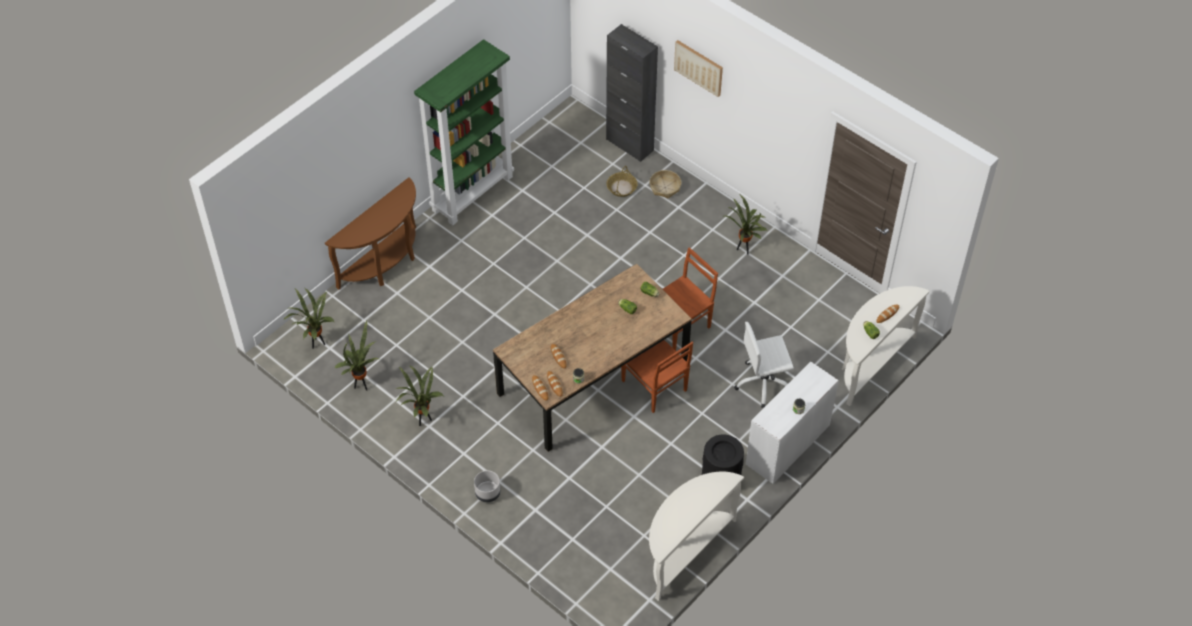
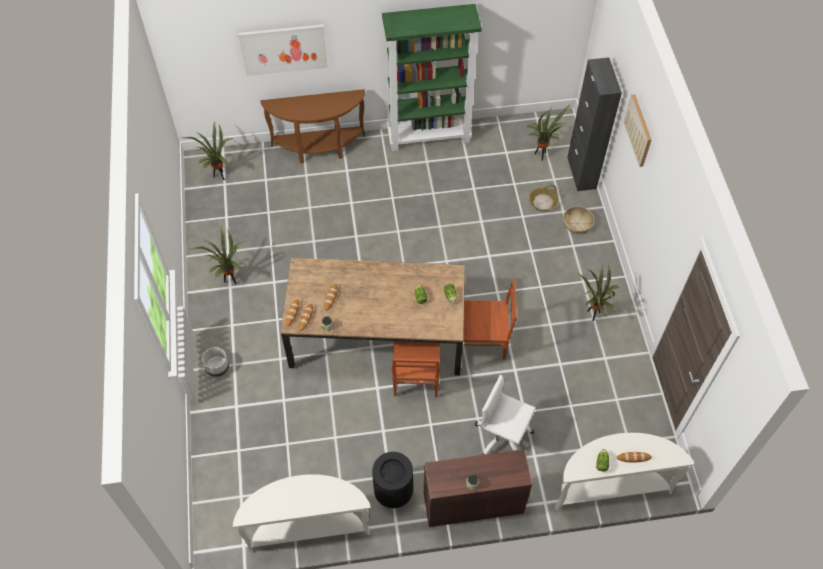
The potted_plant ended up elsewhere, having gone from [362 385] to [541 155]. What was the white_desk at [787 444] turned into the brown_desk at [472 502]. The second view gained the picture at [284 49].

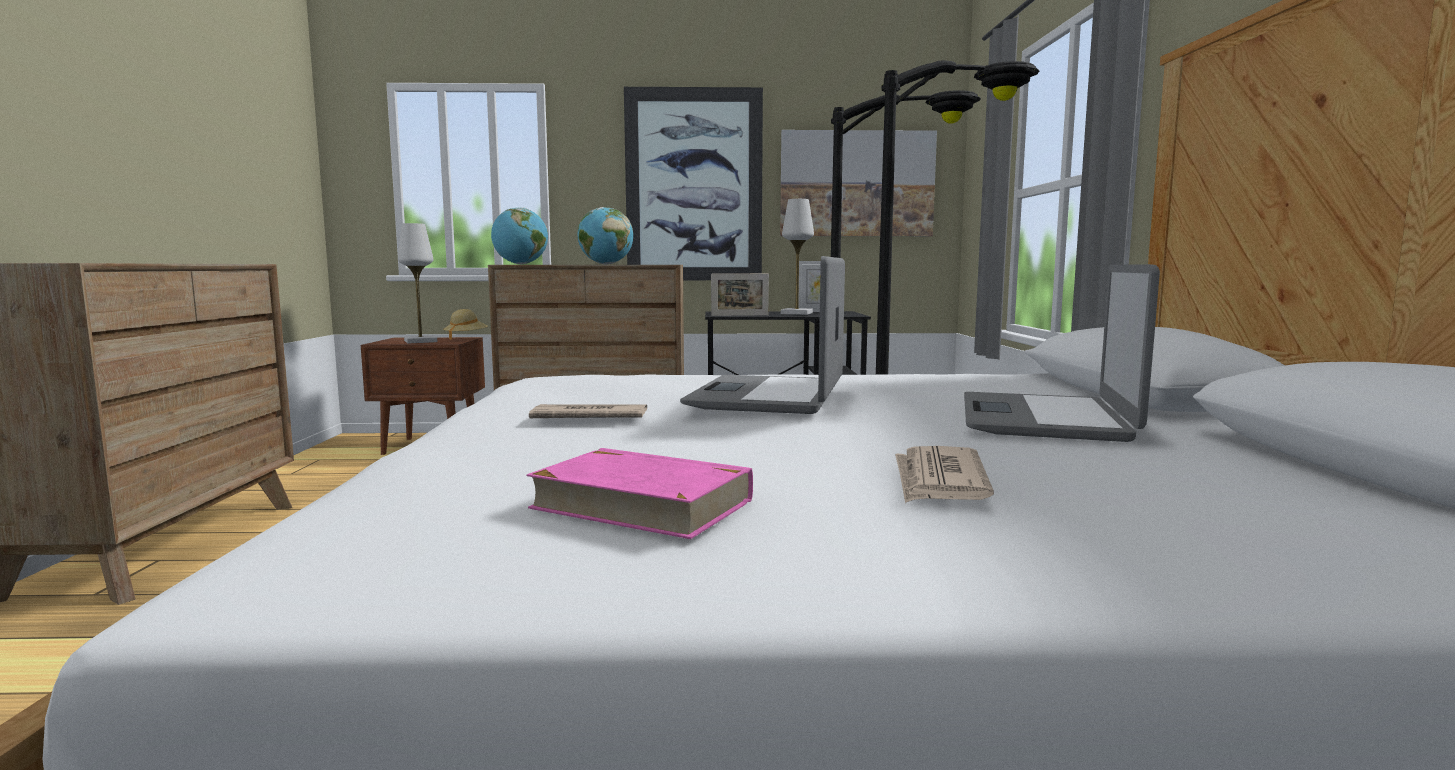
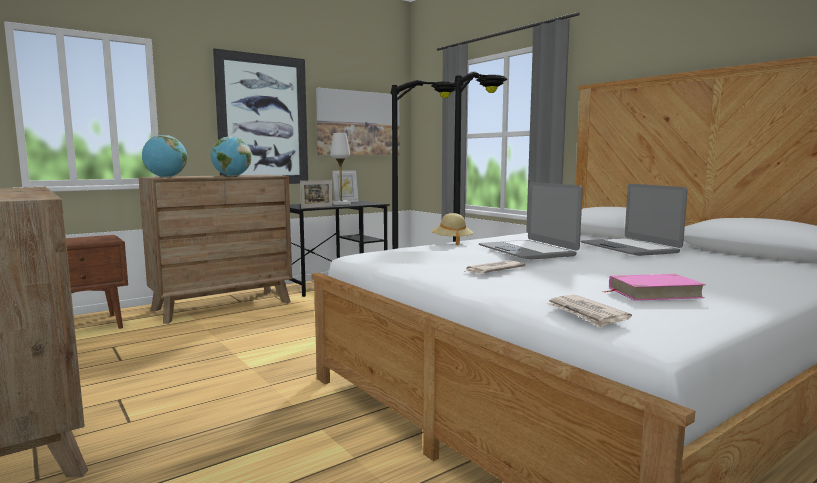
The second view lost the white_table_lamp at [421 341]. The beige_hat ended up elsewhere, having gone from [466 338] to [452 242]. The newspaper ended up elsewhere, having gone from [938 481] to [586 314].

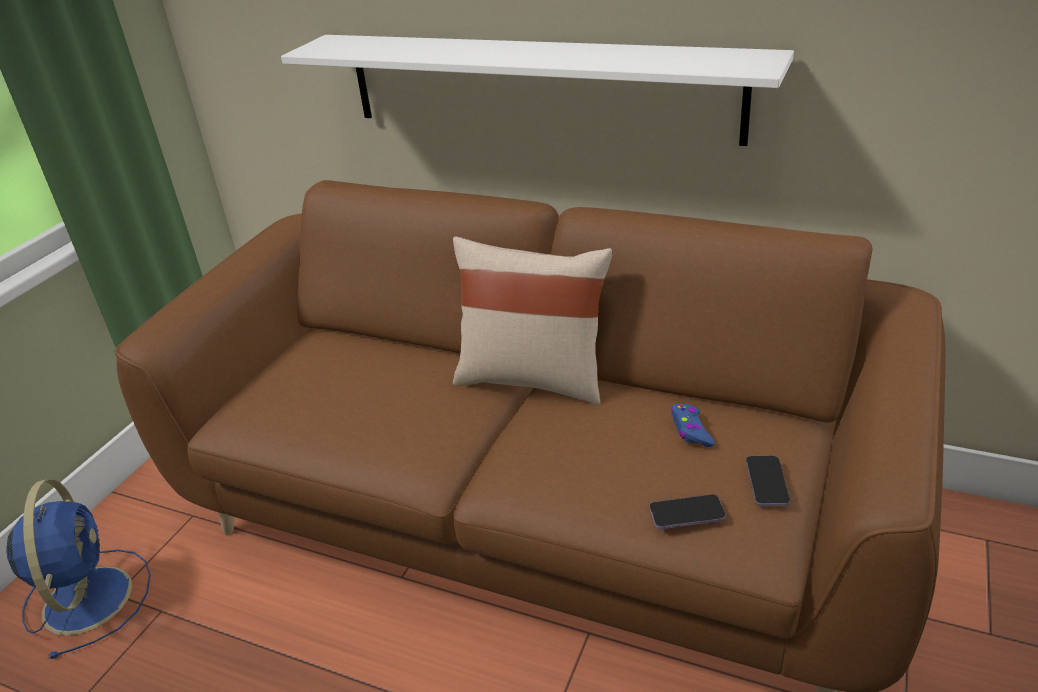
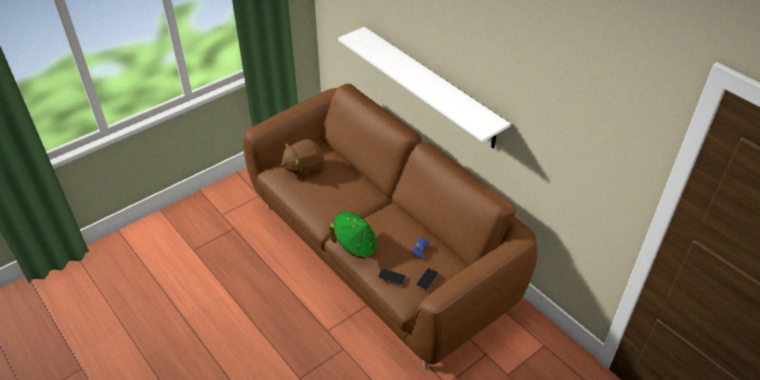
The second view lost the beige_pillow at [533 378]. The second view lost the blue_fan at [88 596]. The second view gained the brown_plush_toy at [303 168]. The second view gained the green_hat at [355 245].

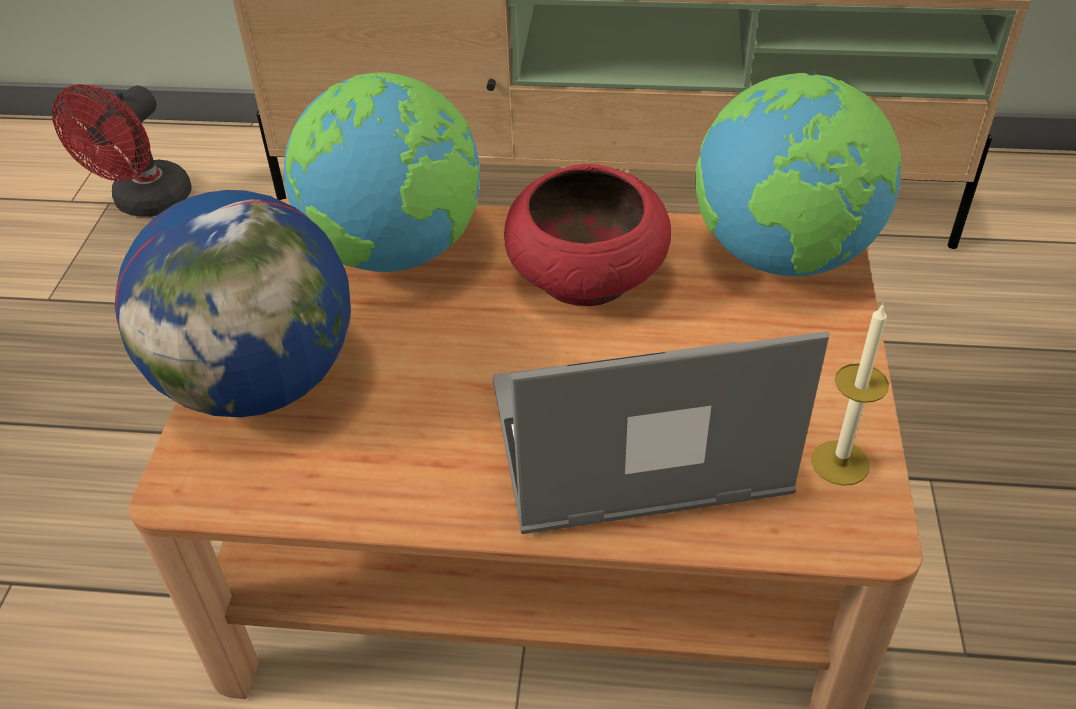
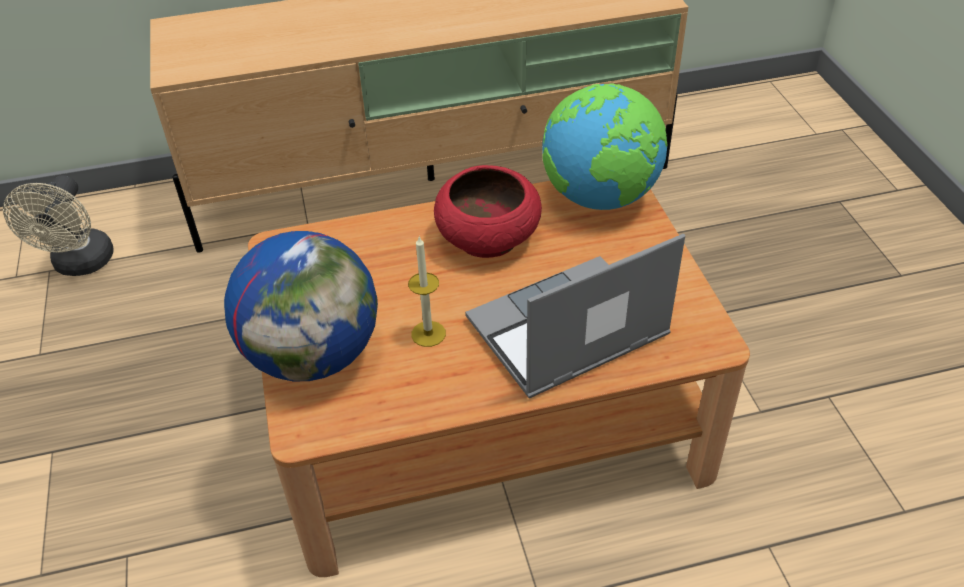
The second view lost the globe at [396 251]. What was the red_fan at [146 204] turned into the beige_fan at [81 265]. The candle ended up elsewhere, having gone from [840 463] to [428 334].

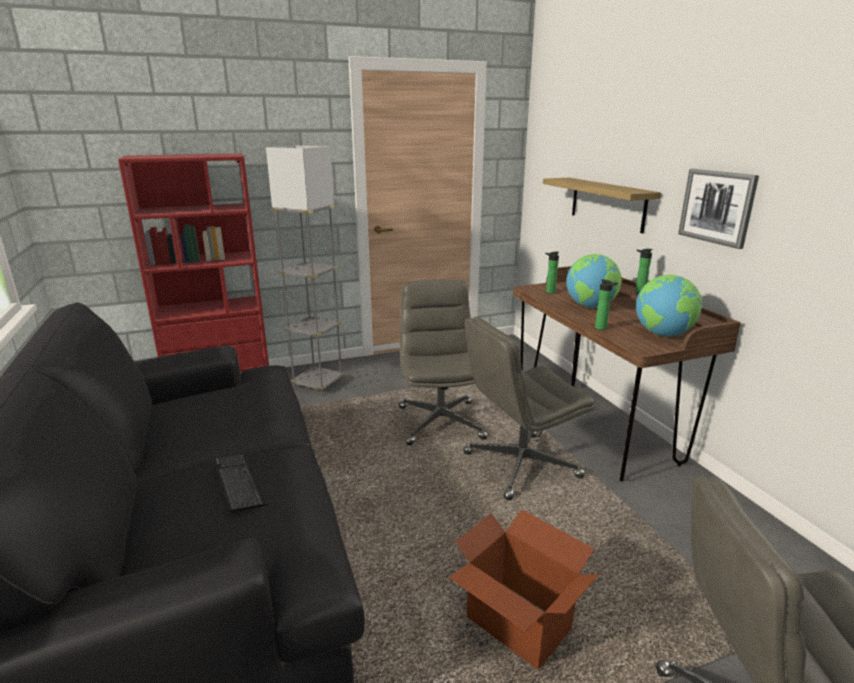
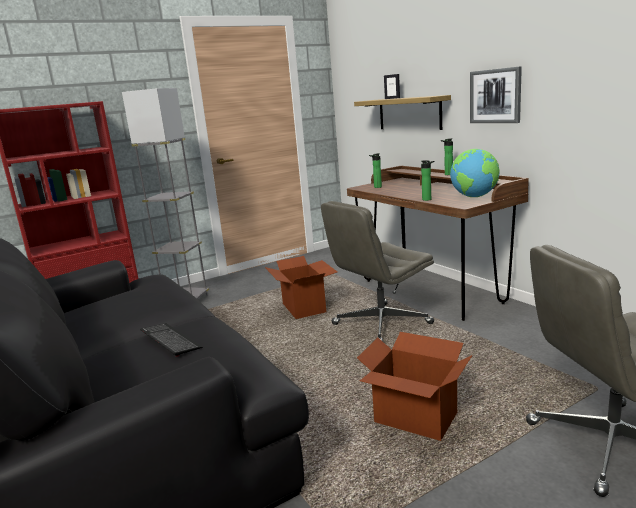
The second view lost the globe at [590 306]. Where the grey_office_chair stood at [440 422], the cardboard_box came to stand at [304 308]. The second view gained the picture_frame at [392 98].

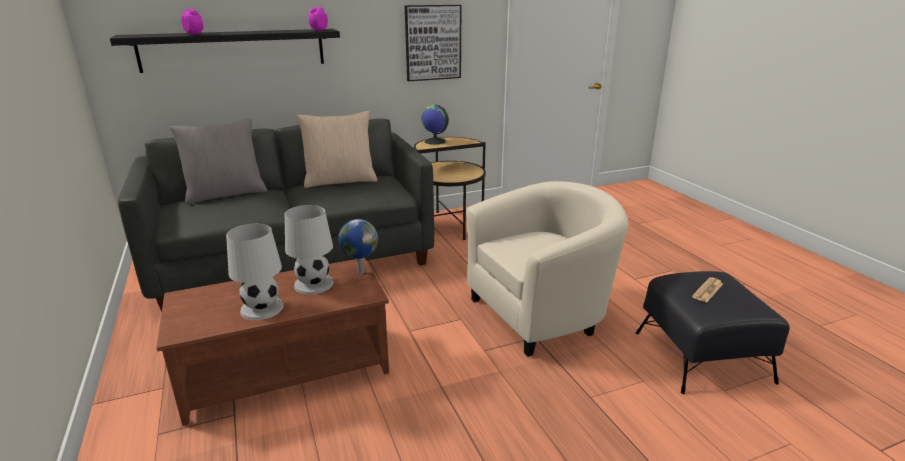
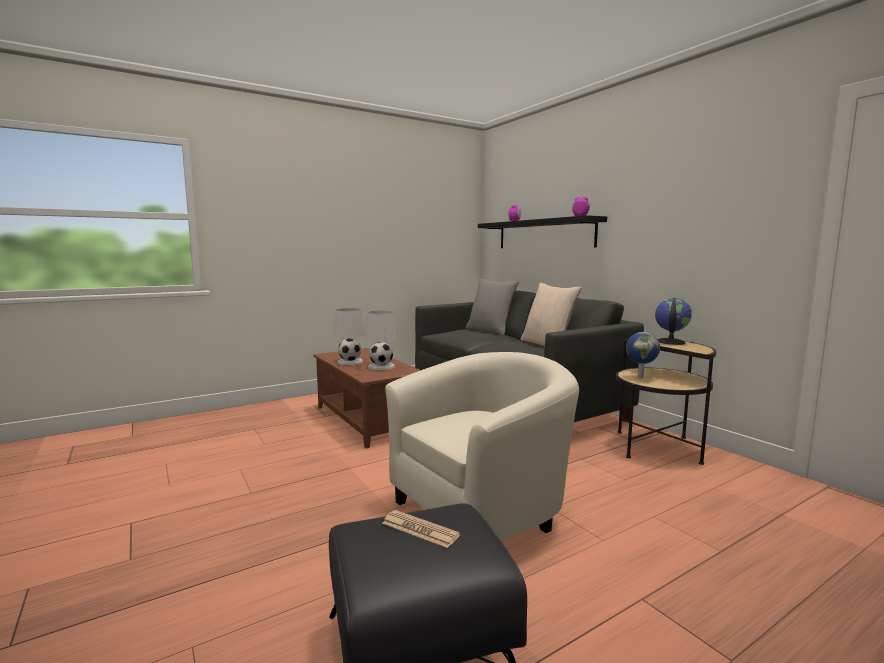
The second view lost the picture at [433 43]. The beige_armchair at [541 313] ended up facing another way, 90 degrees counterclockwise from before. The globe ended up elsewhere, having gone from [360 272] to [640 377].

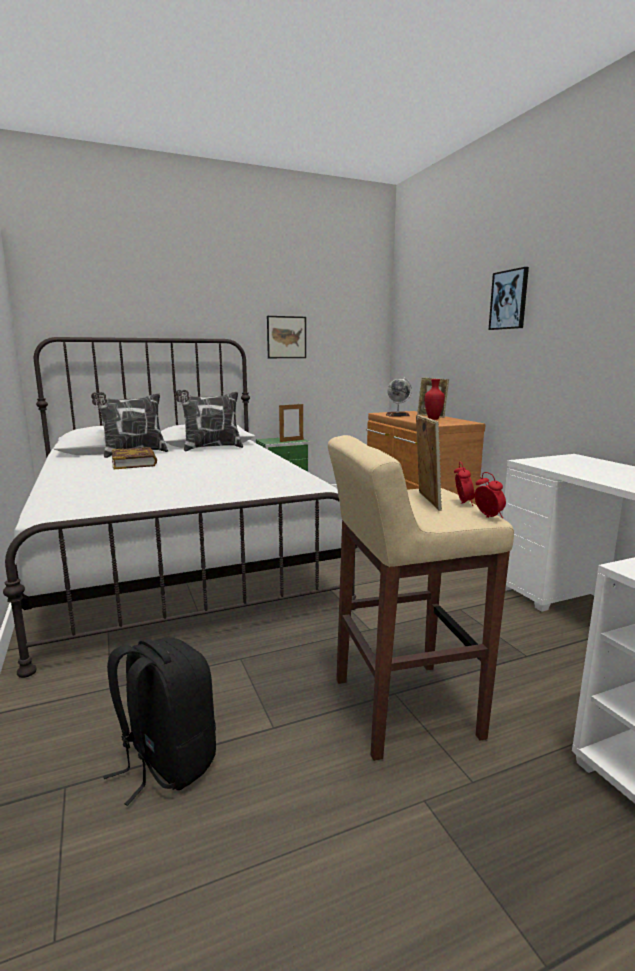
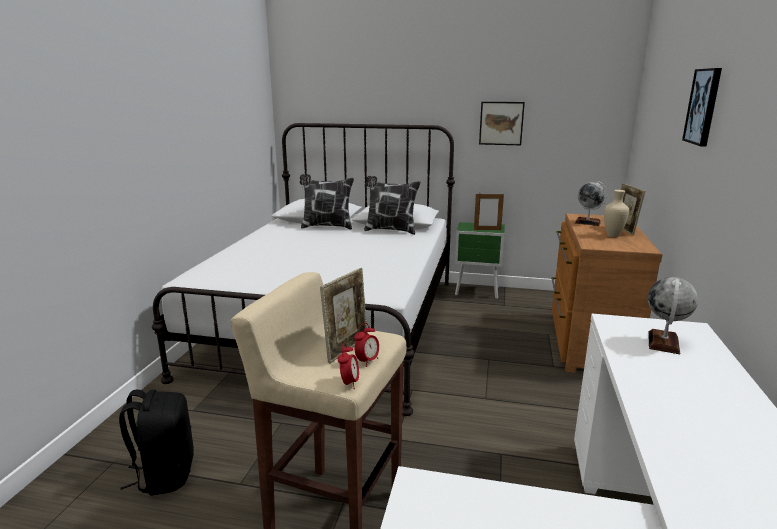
What was the red_vase at [434 419] turned into the beige_vase at [613 236]. The second view lost the book at [134 462]. The second view gained the globe at [663 343].

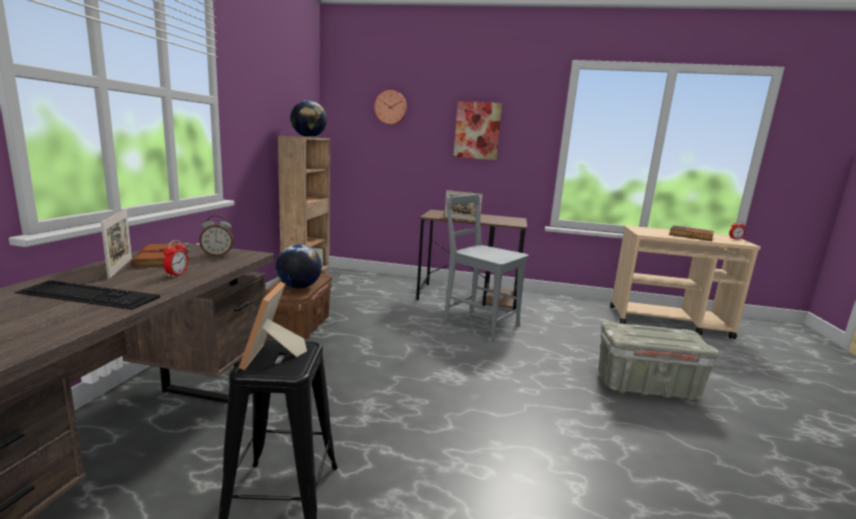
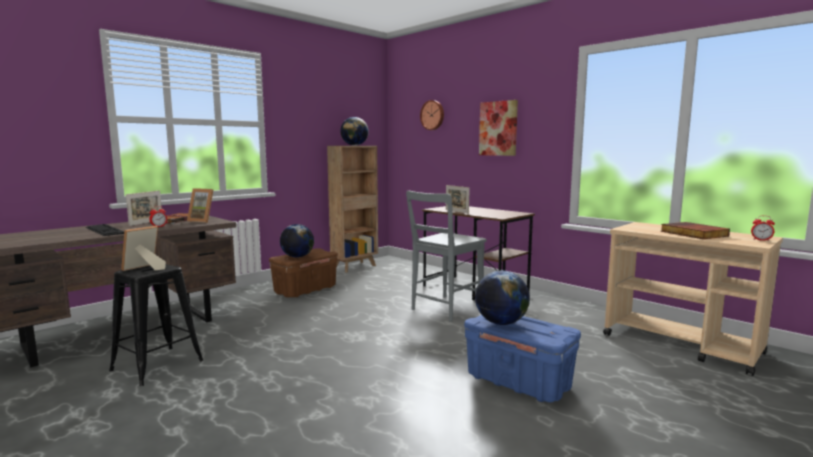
The grey_chair at [477 323] ended up facing another way, 120 degrees counterclockwise from before. Where the alarm_clock stood at [217 255], the picture_frame came to stand at [203 221]. What was the grey_storage_box at [647 386] turned into the blue_storage_box at [519 382]. The second view gained the globe at [500 323].

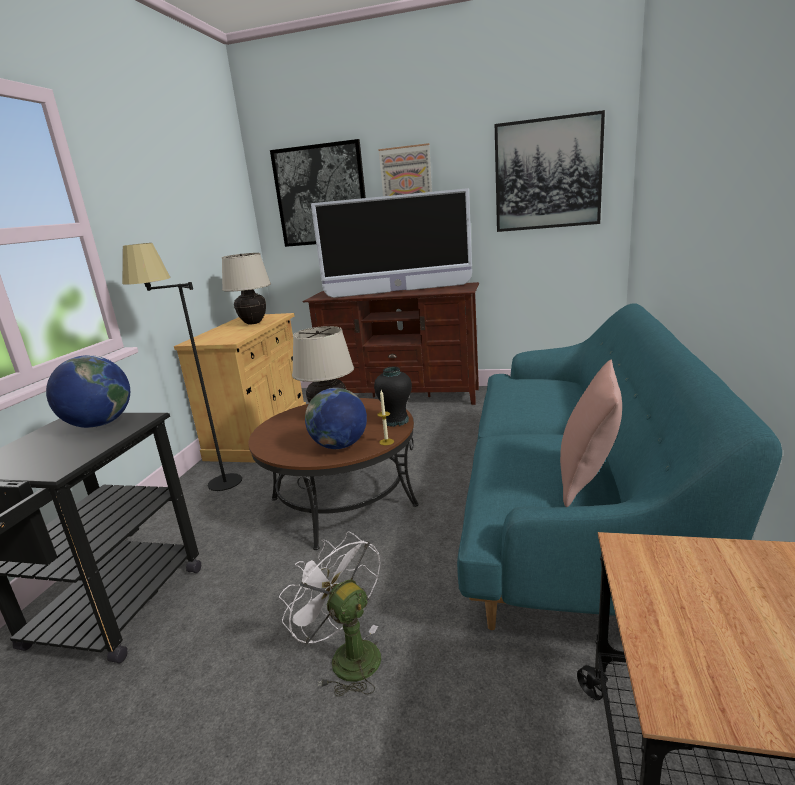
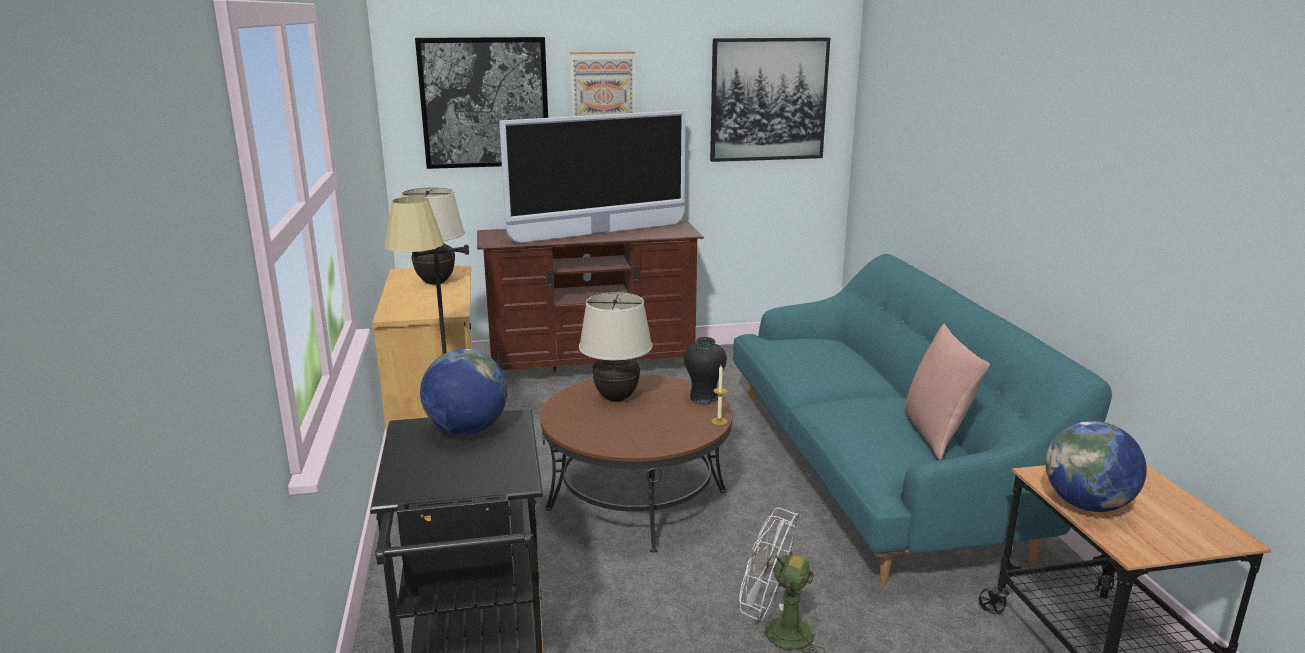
The globe ended up elsewhere, having gone from [339 446] to [1087 505].

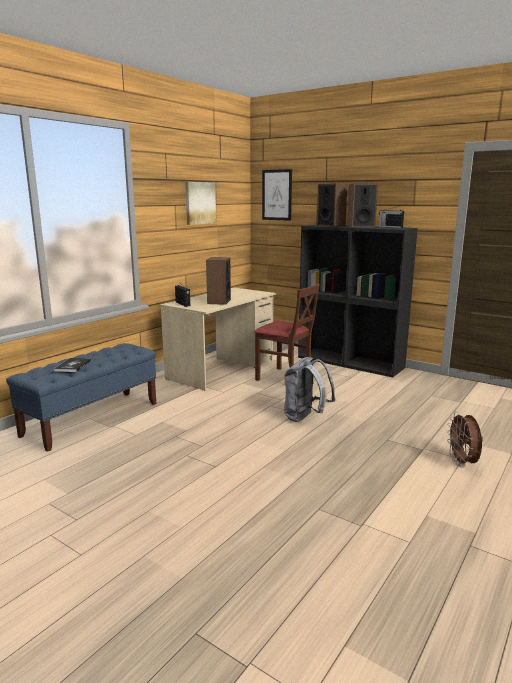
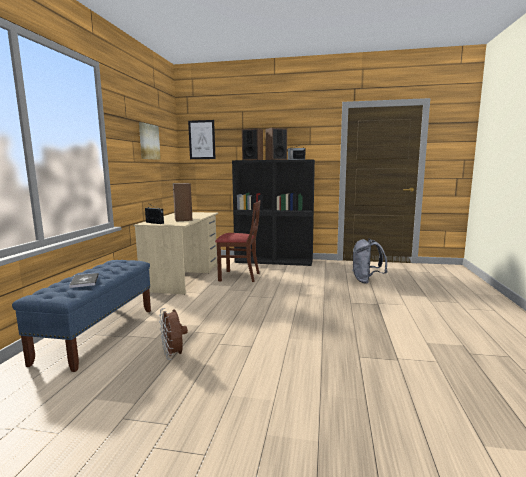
The grey_backpack ended up elsewhere, having gone from [305 418] to [366 281]. The brown_fan ended up elsewhere, having gone from [462 463] to [173 355].

